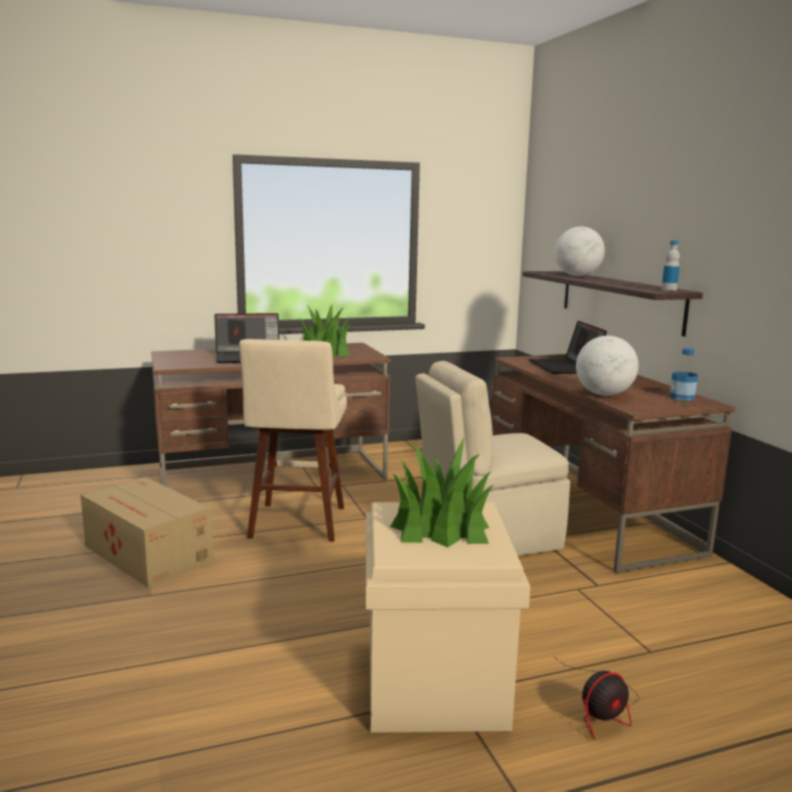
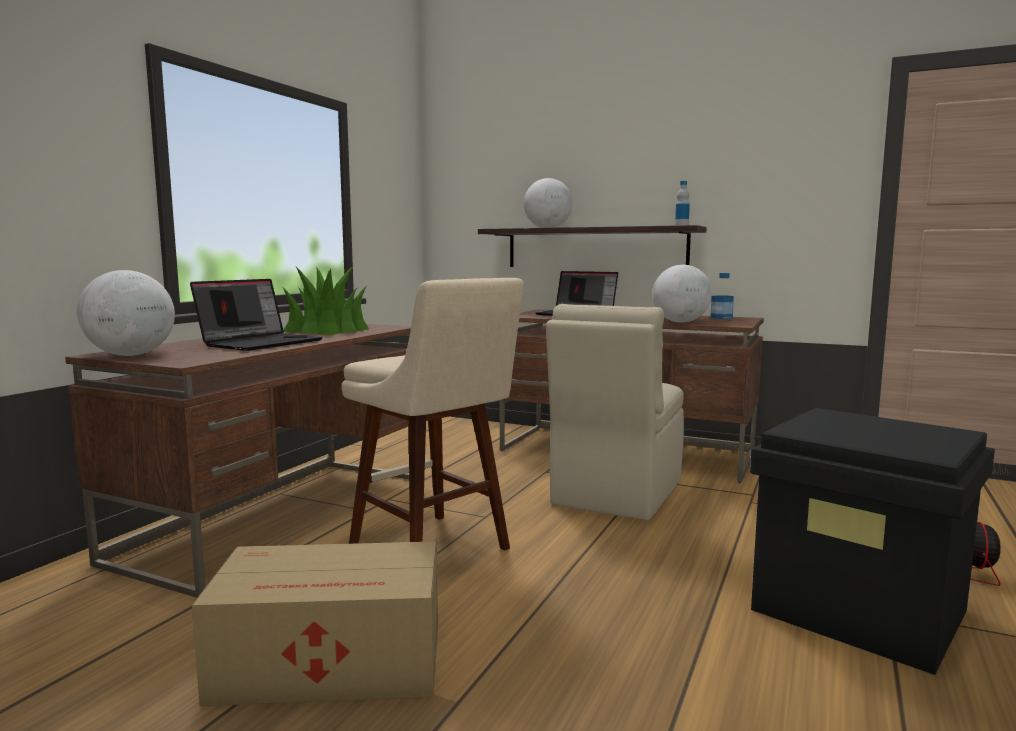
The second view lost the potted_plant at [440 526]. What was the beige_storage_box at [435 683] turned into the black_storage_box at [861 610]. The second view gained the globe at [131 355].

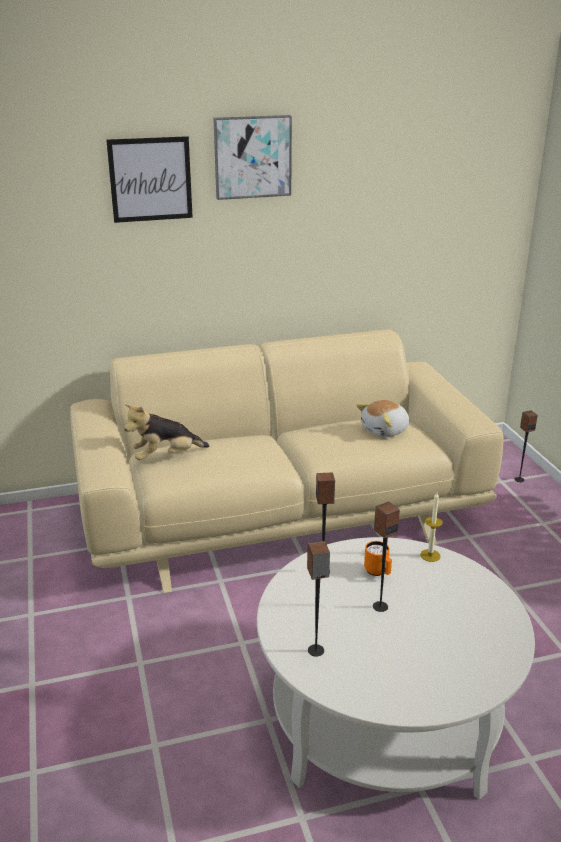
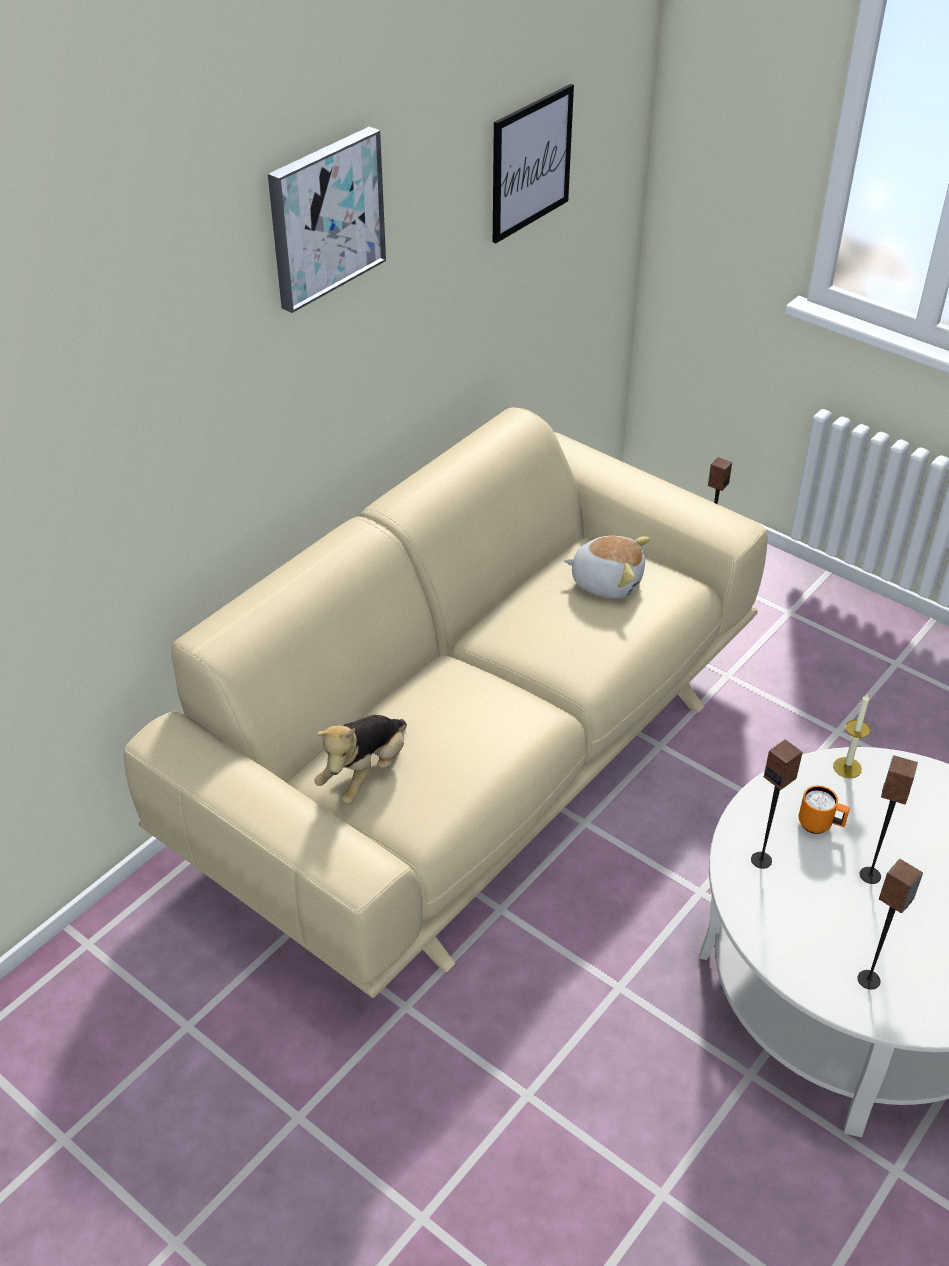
The picture ended up elsewhere, having gone from [150 179] to [531 163]. The plush_toy at [385 430] ended up facing another way, 90 degrees counterclockwise from before.

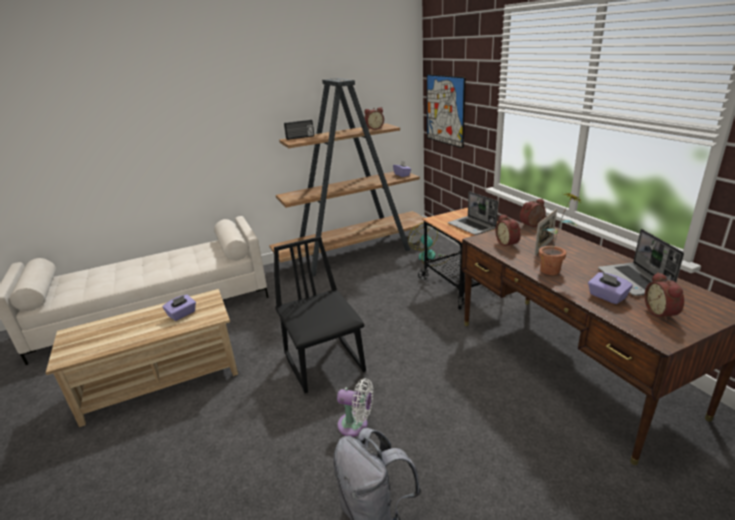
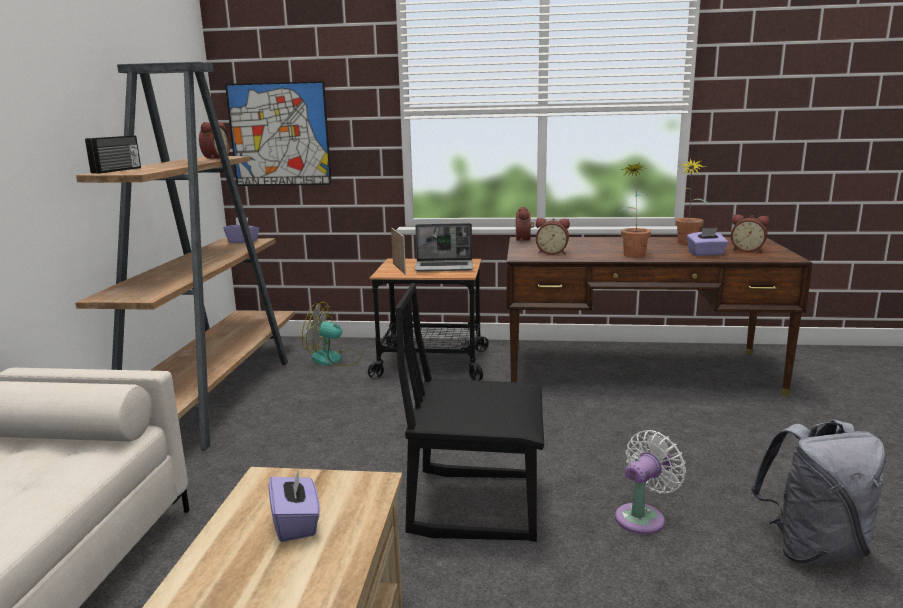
The picture_frame ended up elsewhere, having gone from [544 246] to [399 269]. Where the laptop stood at [635 280], the potted_plant came to stand at [686 244].

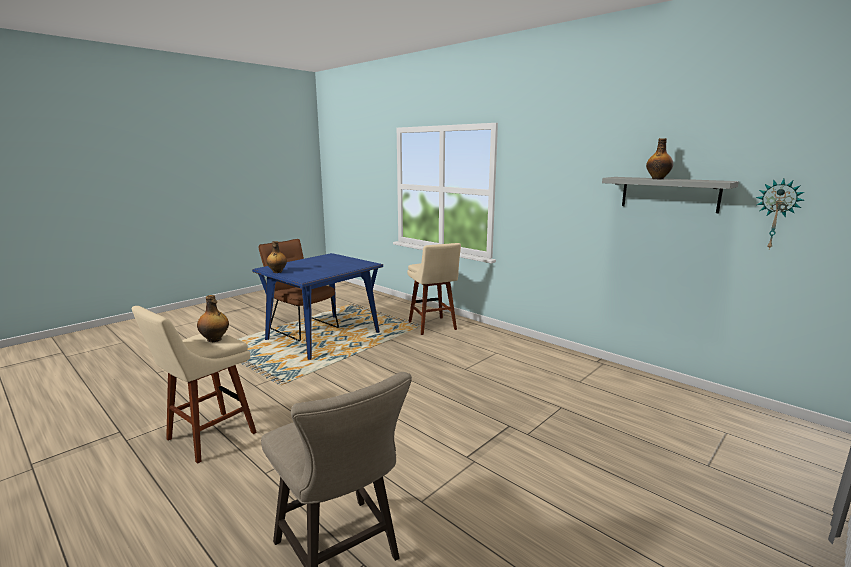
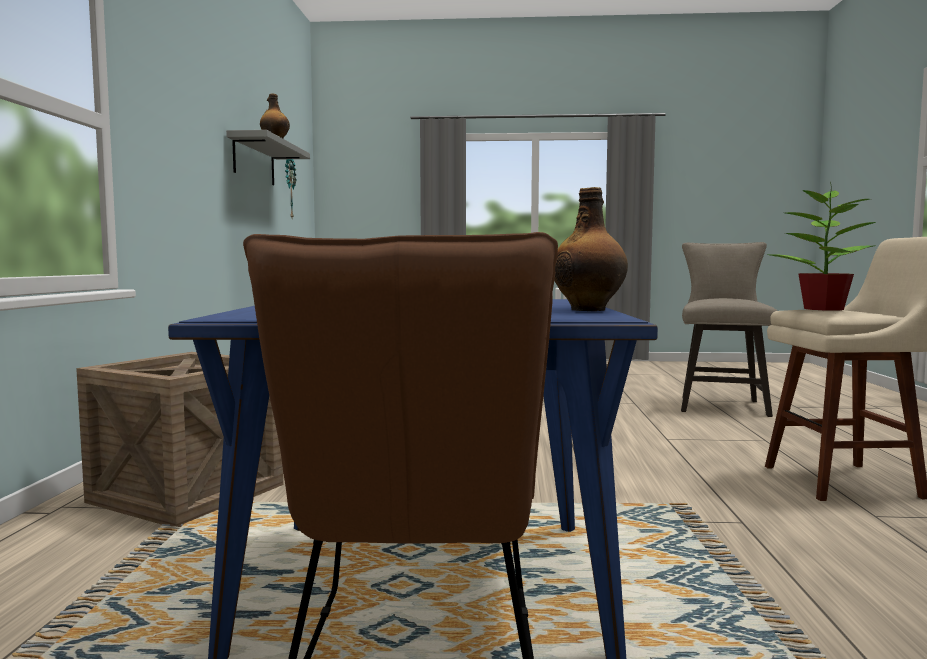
Where the beige_stool stood at [433 326], the crate came to stand at [187 493]. Where the bottle stood at [215 339], the potted_plant came to stand at [822 309].

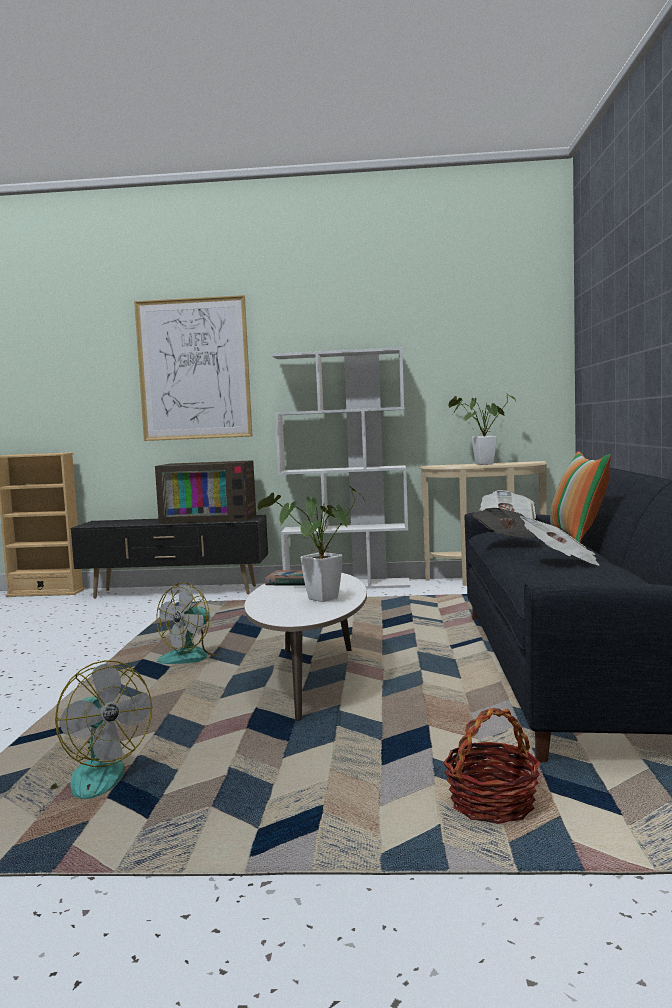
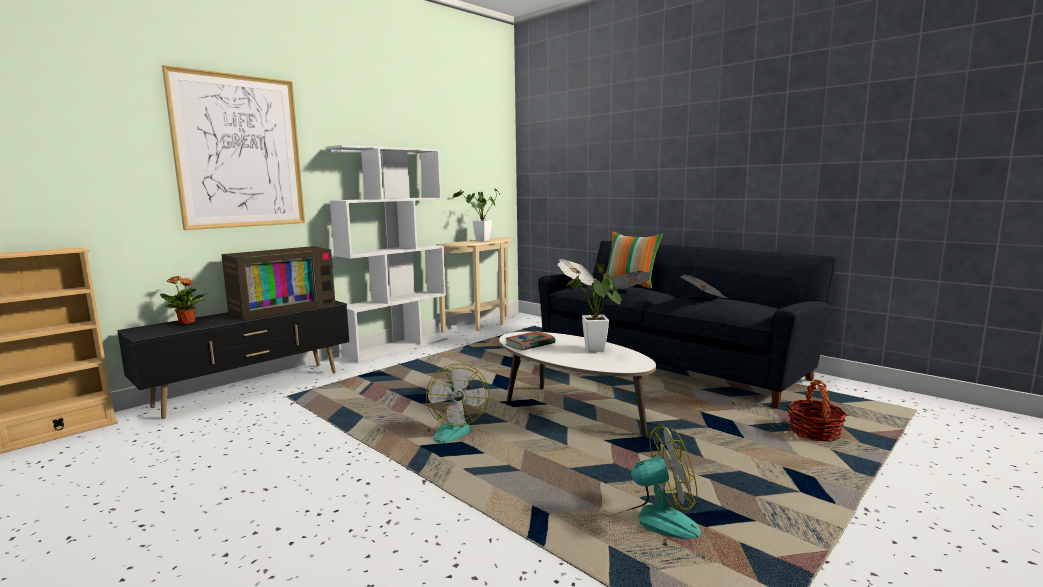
The second view gained the potted_plant at [187 322].

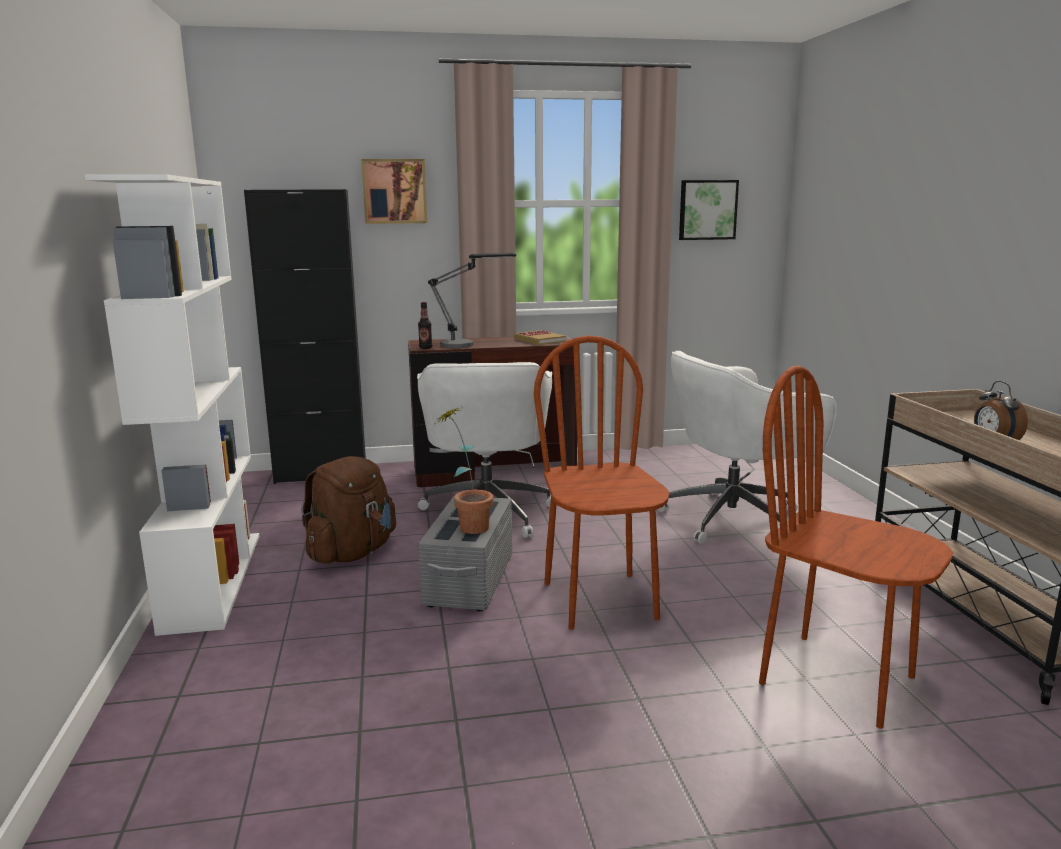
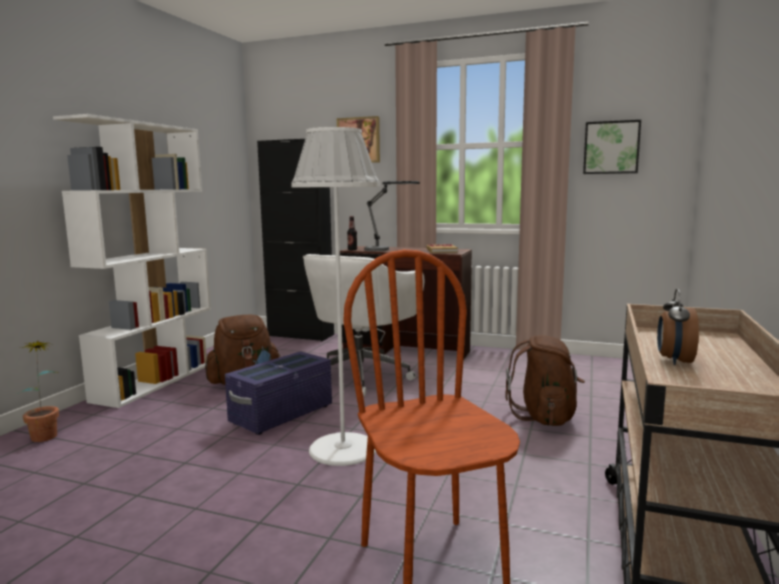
Where the brown_chair stood at [601 600], the white_floor_lamp came to stand at [343 449]. Where the white_office_chair stood at [736 519], the brown_backpack came to stand at [545 417]. The potted_plant ended up elsewhere, having gone from [467 525] to [45 434]. What was the grey_storage_box at [469 581] turned into the purple_storage_box at [281 414].

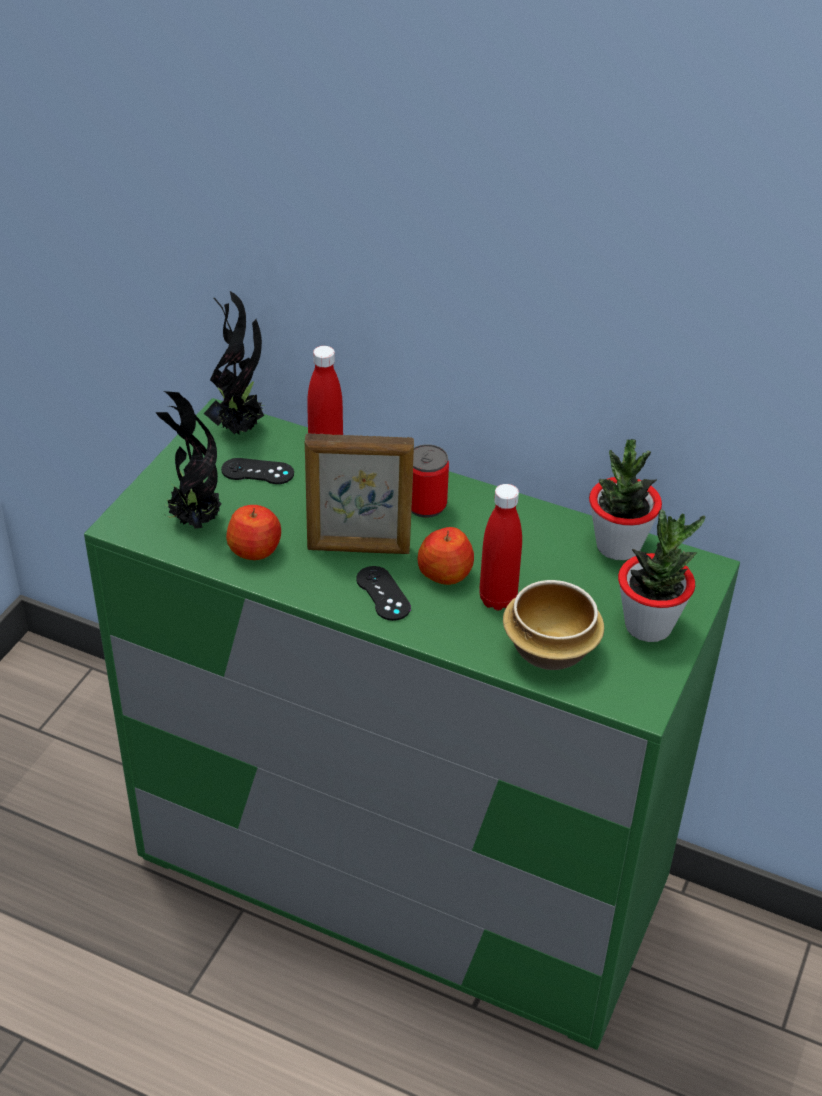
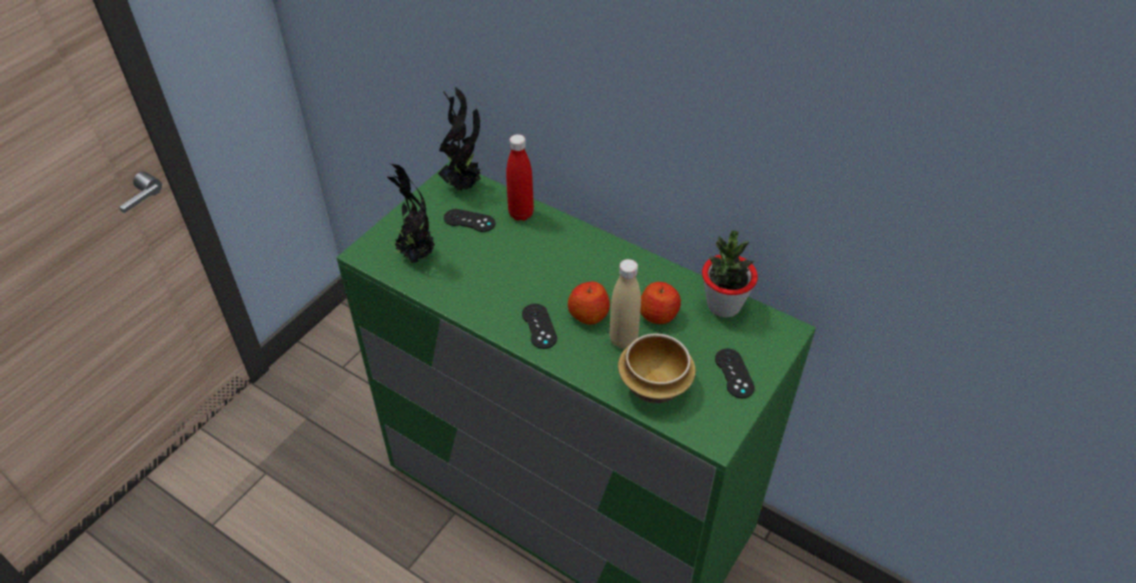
The second view lost the picture_frame at [359 549]. The second view lost the can at [426 505]. What was the red_bottle at [497 599] turned into the beige_bottle at [623 340]. The apple ended up elsewhere, having gone from [255 549] to [658 314]. Where the potted_plant stood at [648 625], the black_game_controller came to stand at [734 373].

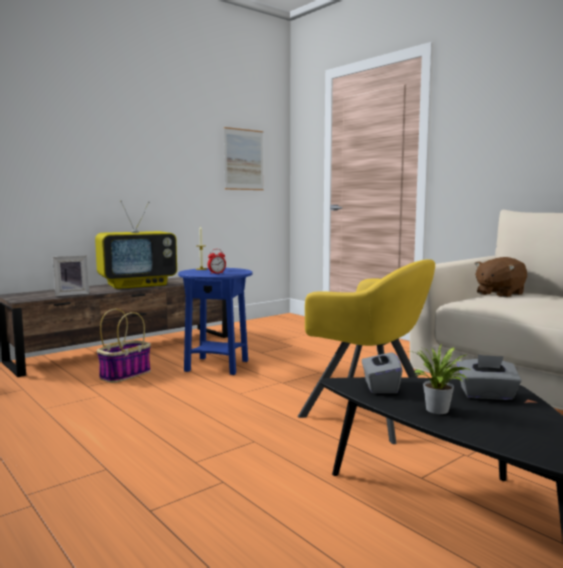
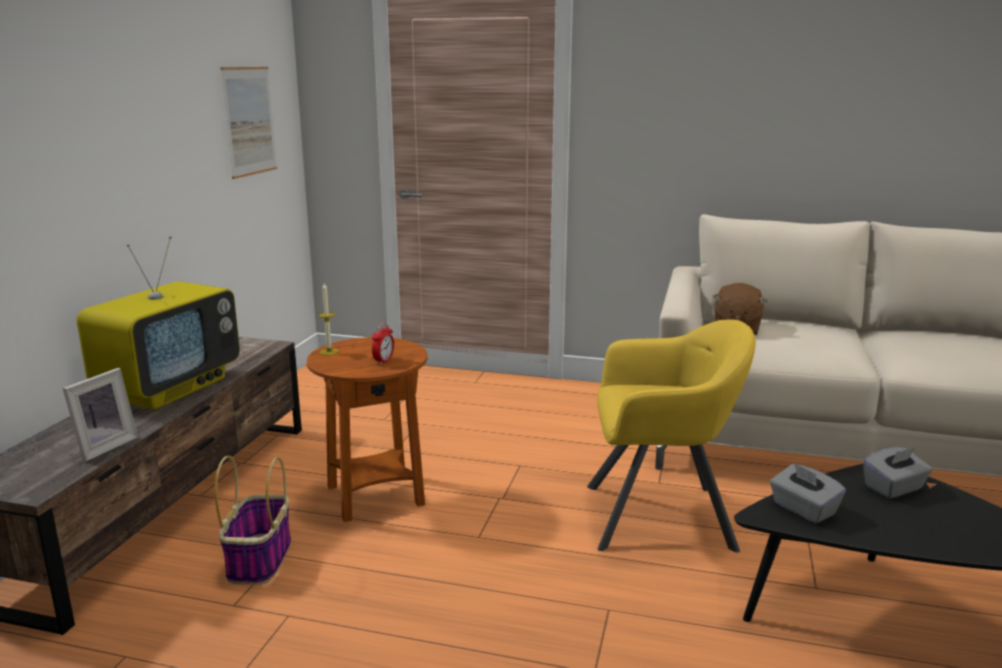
What was the blue_side_table at [217 366] turned into the brown_side_table at [375 496]. The second view lost the potted_plant at [438 411].

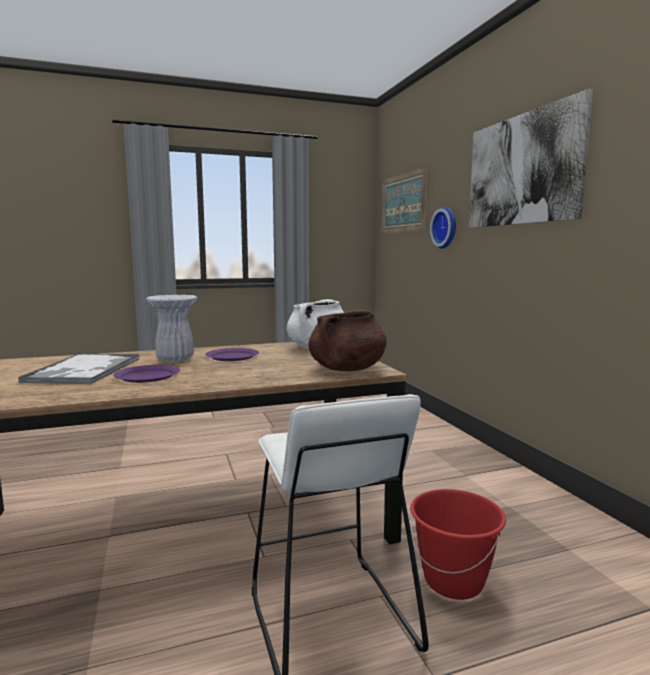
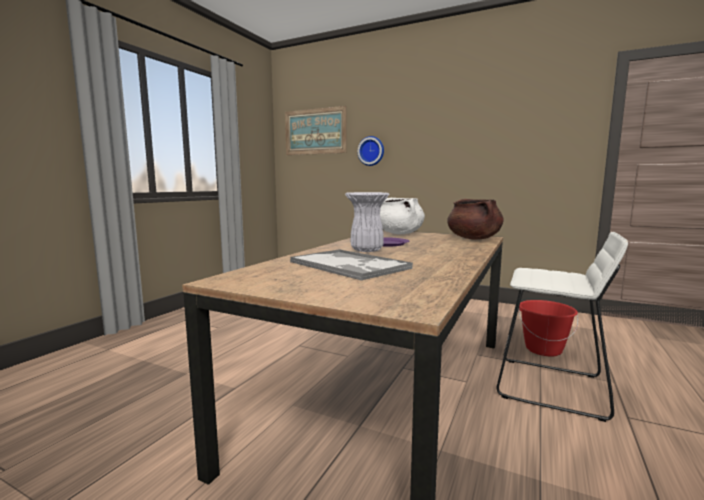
The second view lost the picture at [522 170]. The second view lost the purple_plate at [147 376].

